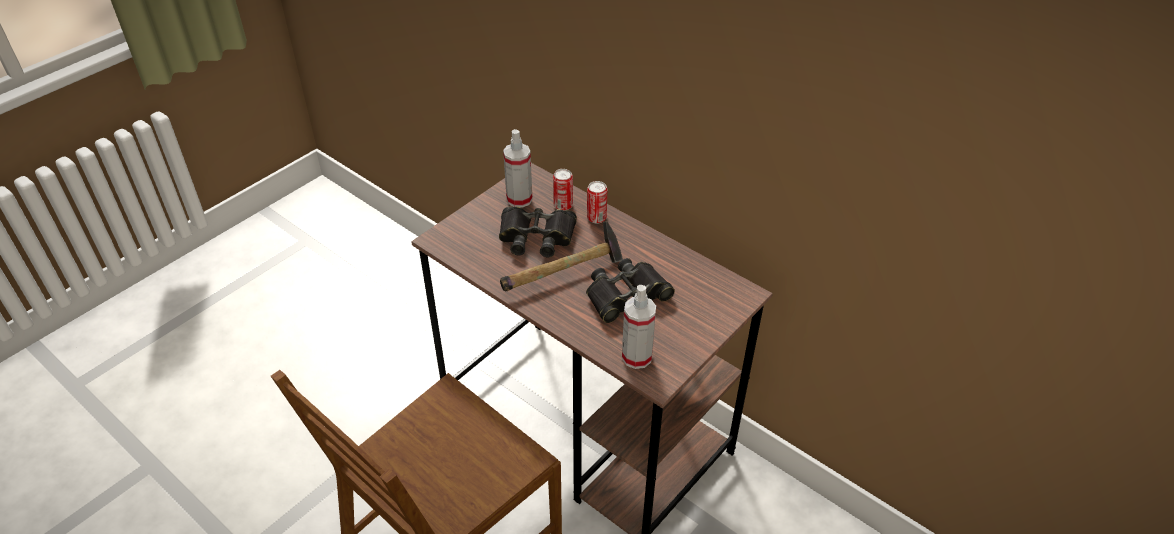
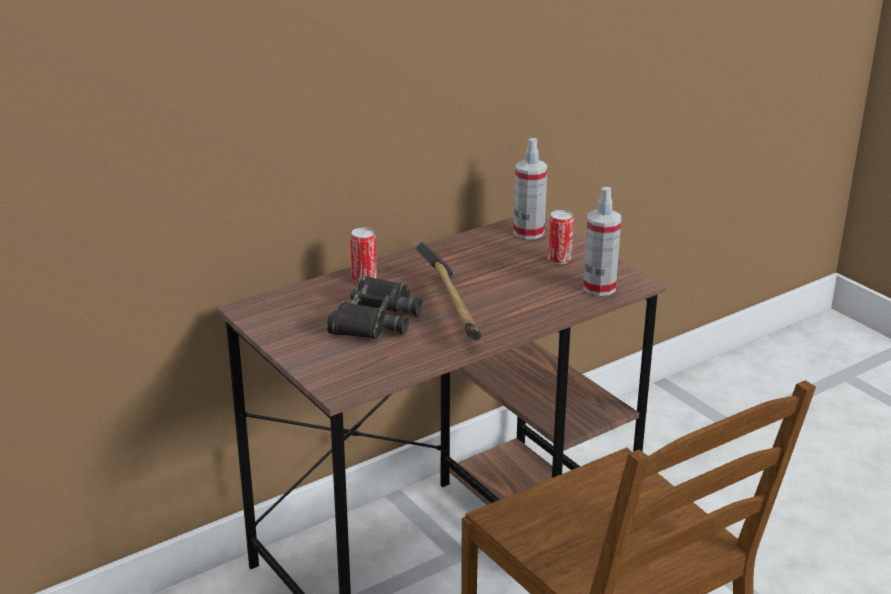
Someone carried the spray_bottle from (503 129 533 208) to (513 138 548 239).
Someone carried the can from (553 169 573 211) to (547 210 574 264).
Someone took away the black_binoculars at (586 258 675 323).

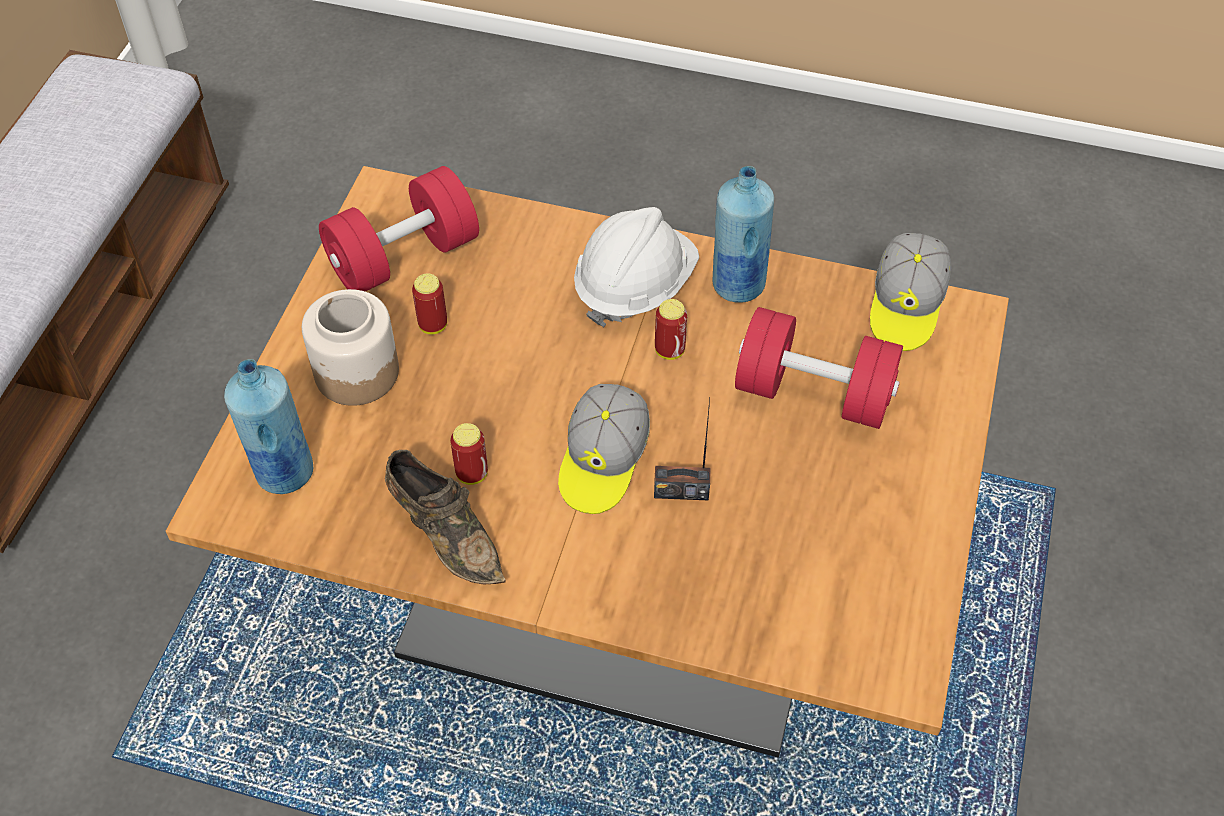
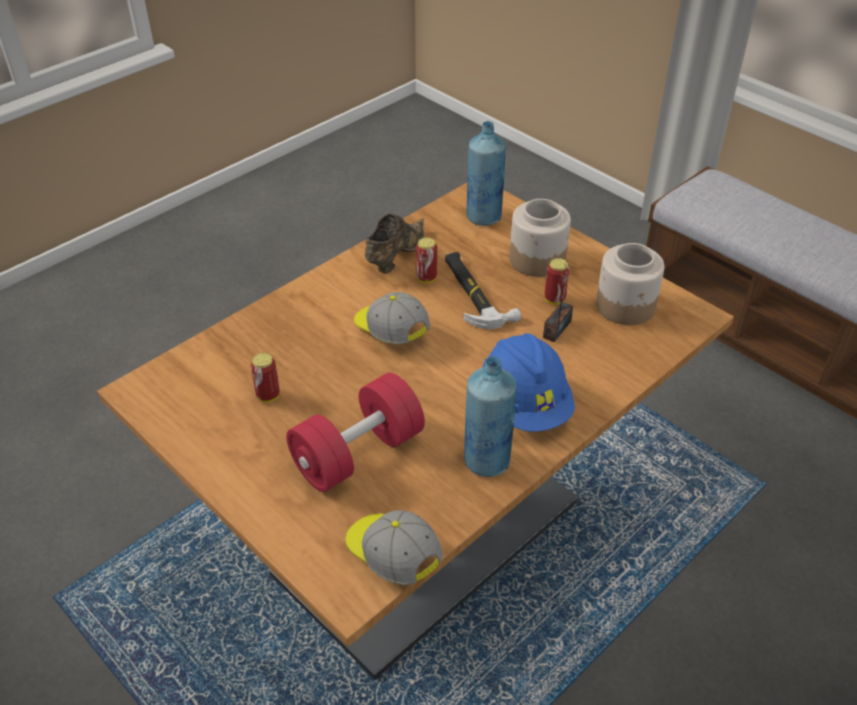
Someone swapped the red_dumbbell at (319 166 479 291) for the jar at (596 243 665 325).
Someone rotated the brown_shoe at (385 450 506 585) by 135 degrees clockwise.
Someone repainted the white_hard_hat at (574 207 699 327), which became the blue_hard_hat at (482 333 575 432).
Someone carried the radio from (654 399 710 501) to (543 266 573 342).
Someone carried the can from (655 299 687 360) to (251 353 280 403).
Someone put down the hammer at (445 252 521 329).

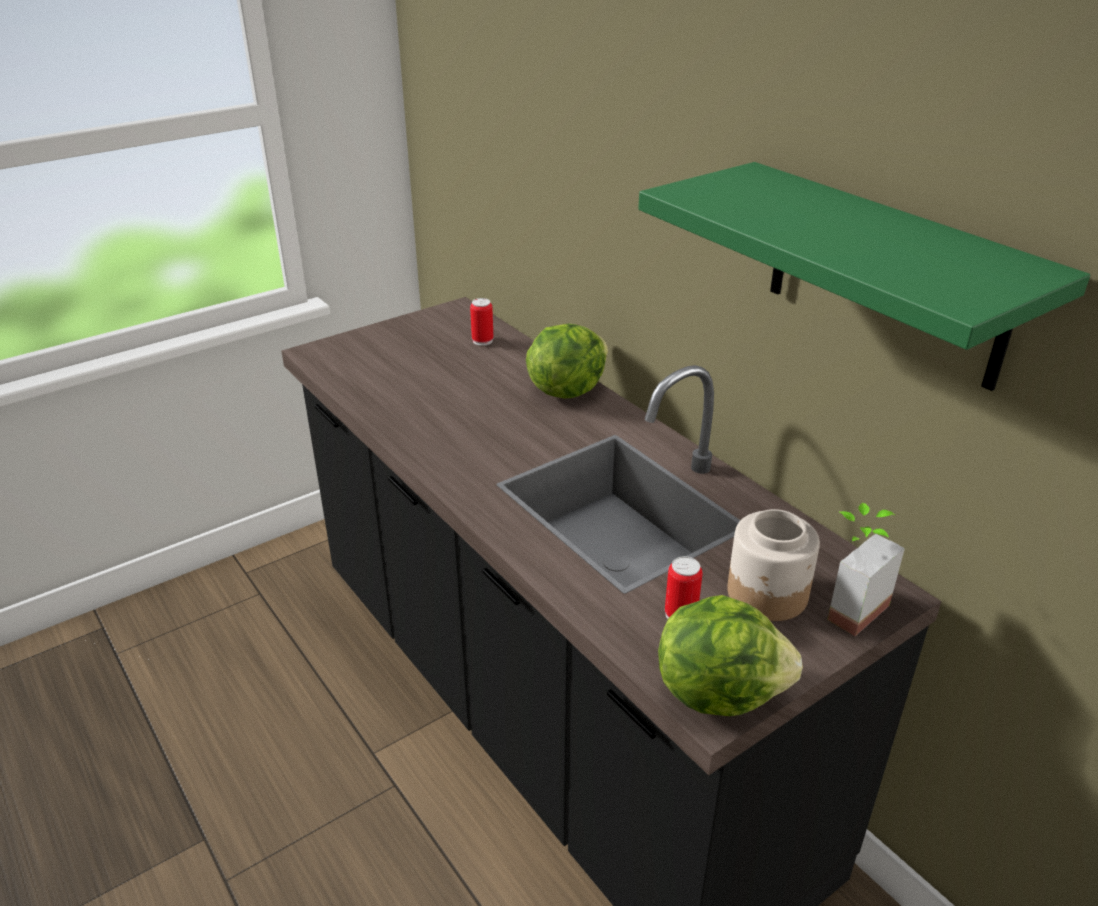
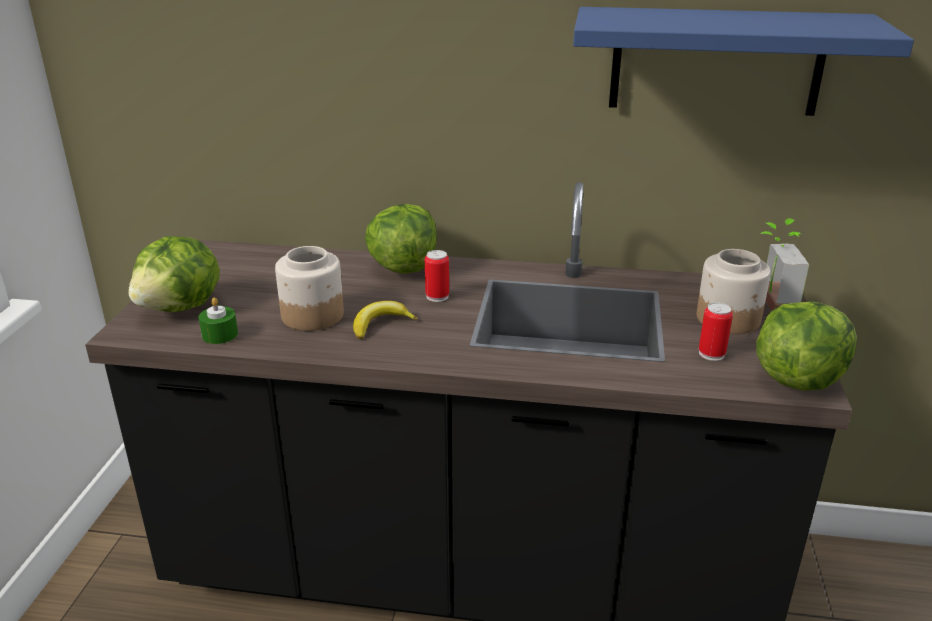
Someone carried the can from (470 298 493 346) to (425 250 449 302).
Someone repainted the green_shelf at (638 162 1091 391), which became the blue_shelf at (573 7 914 116).
Someone put down the lettuce at (129 236 220 312).
Someone put down the green_candle at (199 298 238 344).
Someone put down the jar at (275 246 344 331).
Someone put down the banana at (353 301 418 339).

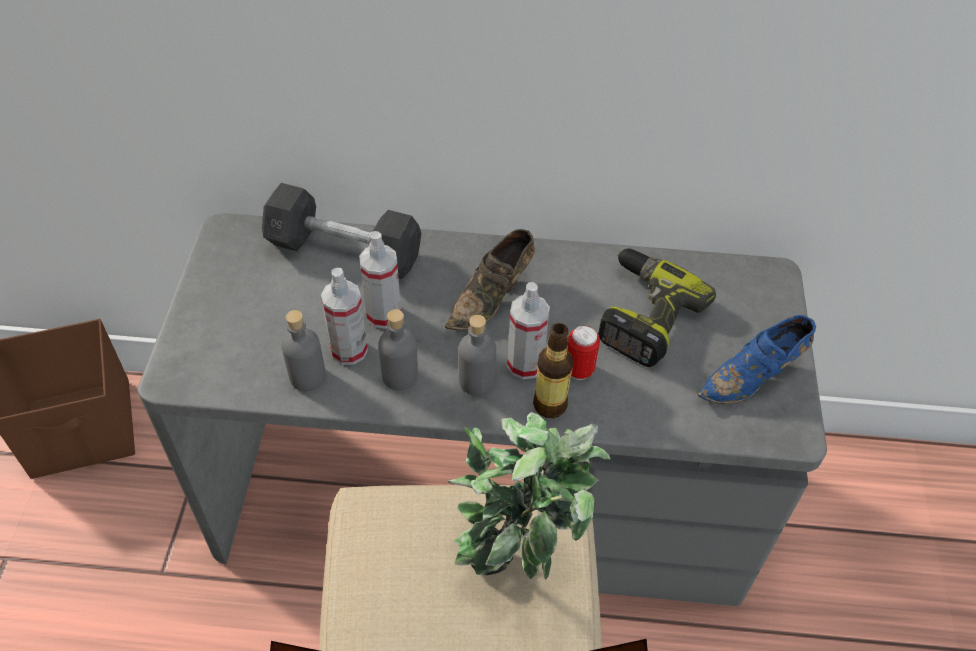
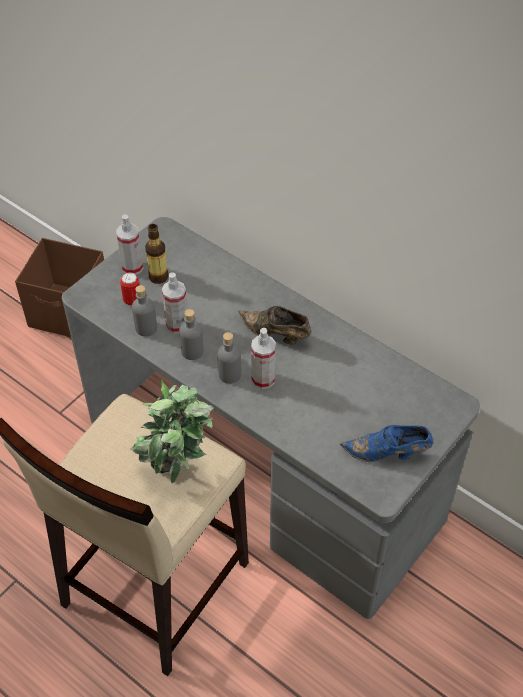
Someone took away the grey_dumbbell at (262 183 421 279).
Someone carried the spray_bottle from (359 231 401 329) to (116 214 143 275).
Someone rotated the brown_shoe at (445 229 535 330) by 45 degrees clockwise.
Someone carried the bottle from (533 323 573 418) to (145 224 169 284).
Someone carried the can from (567 325 600 380) to (120 272 140 307).
Someone took away the power_drill at (598 248 716 367).

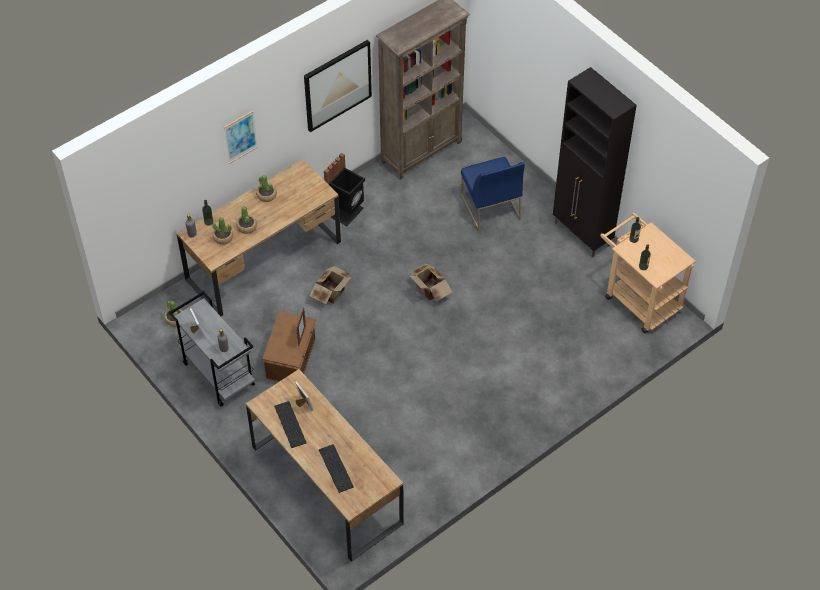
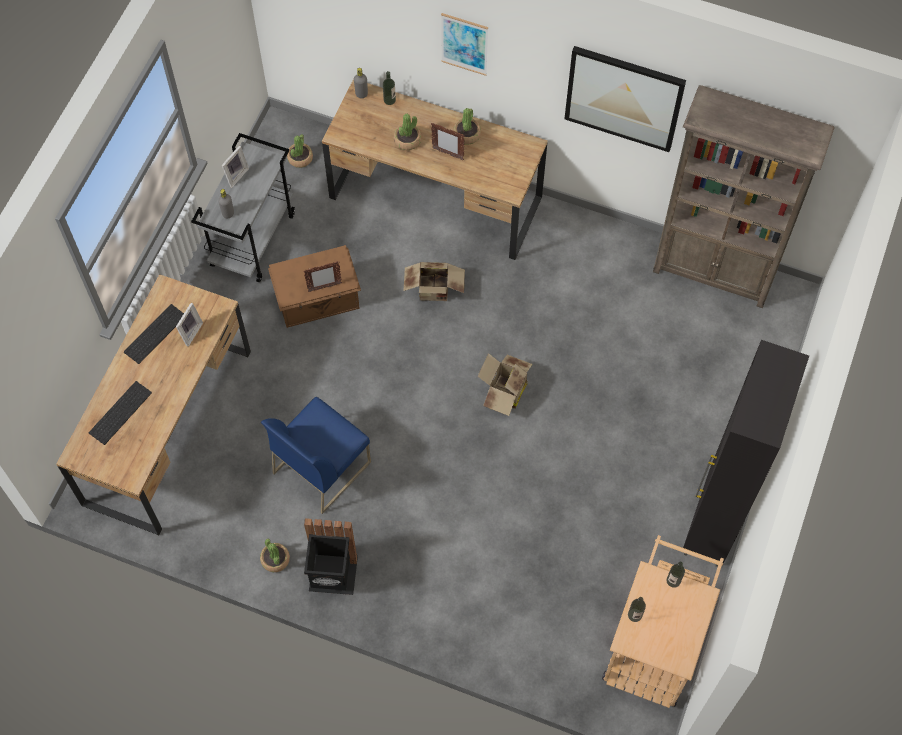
Someone carried the potted_plant from (212 217 233 245) to (260 539 290 572).
Someone carried the black_trash_can from (324 153 365 226) to (304 518 358 595).
Someone carried the blue_chair from (461 157 525 231) to (261 397 371 514).
Someone put down the picture_frame at (431 123 465 160).

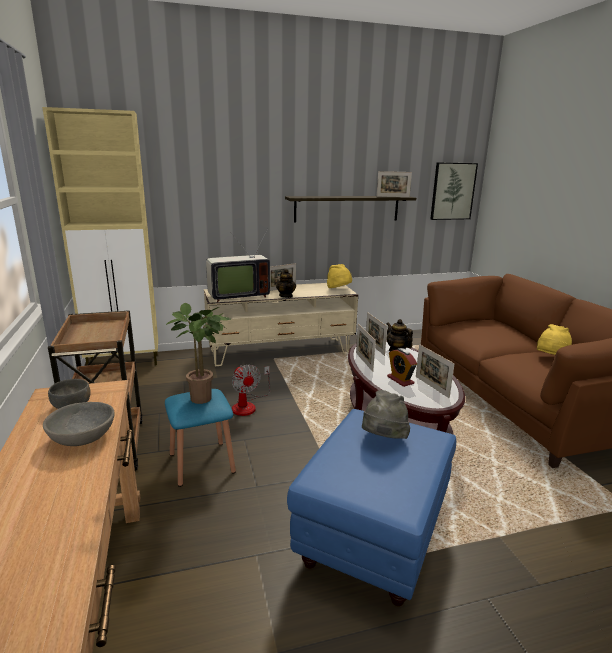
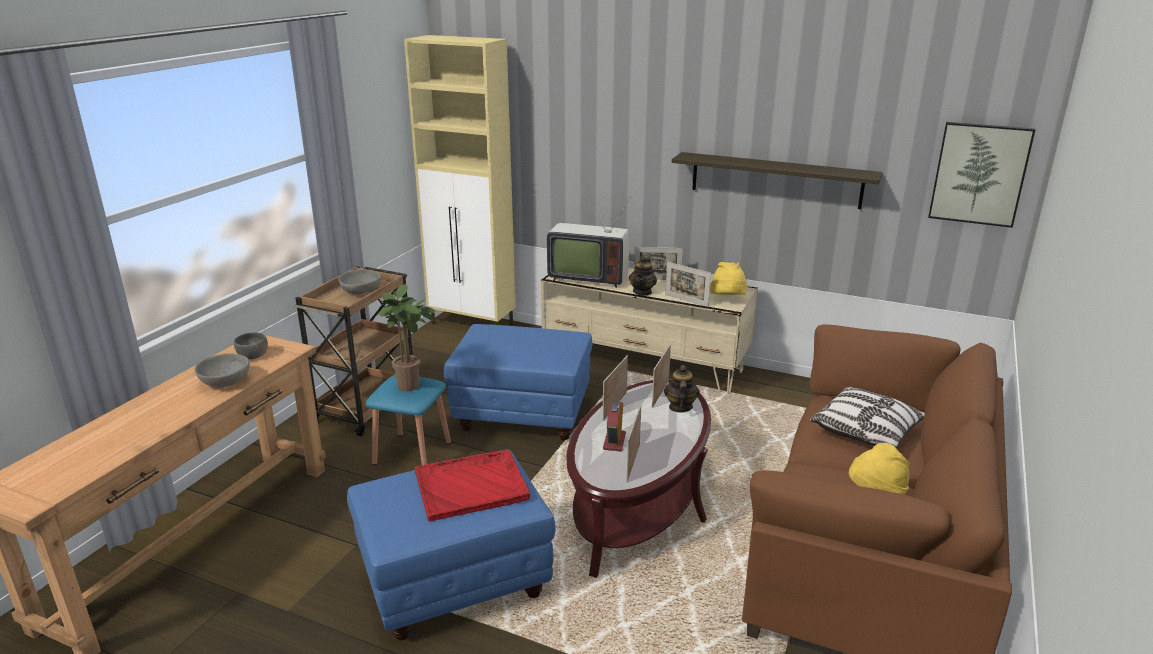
Someone swapped the fan at (232 365 270 416) for the blue_ottoman at (444 324 593 441).
Someone swapped the grey_hat at (362 390 410 439) for the red_tray at (415 449 530 521).
Someone carried the picture_frame from (376 171 412 197) to (665 262 711 307).
Someone put down the grey_bowl at (338 269 381 294).
Someone put down the pillow at (810 386 925 448).

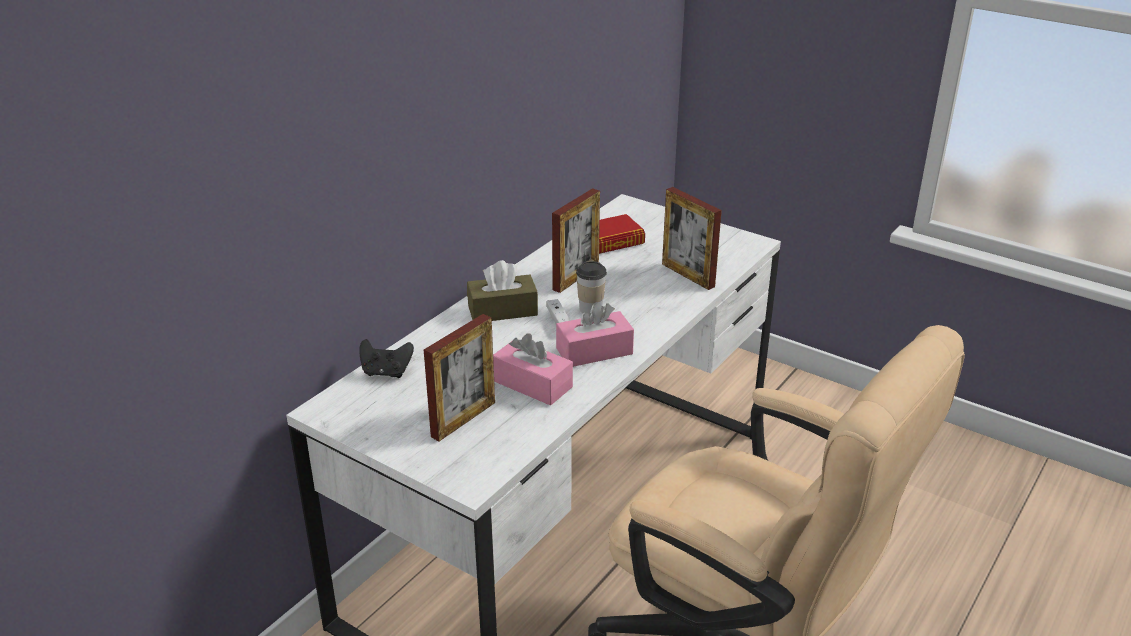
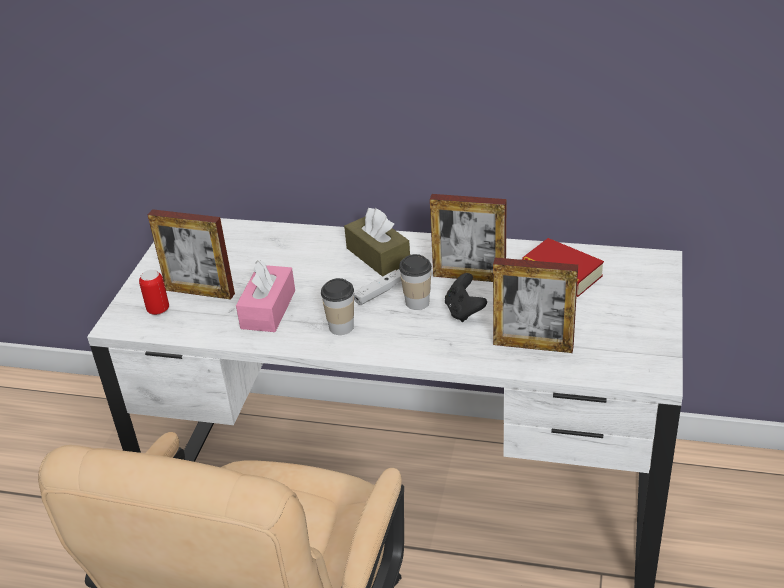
Someone carried the black_game_controller from (359 339 414 378) to (445 273 487 322).
Someone swapped the pink_tissue_box at (556 302 634 367) for the cup at (321 278 354 335).
Someone rotated the picture_frame at (662 187 722 290) by 105 degrees counterclockwise.
Someone put down the can at (139 270 169 315).

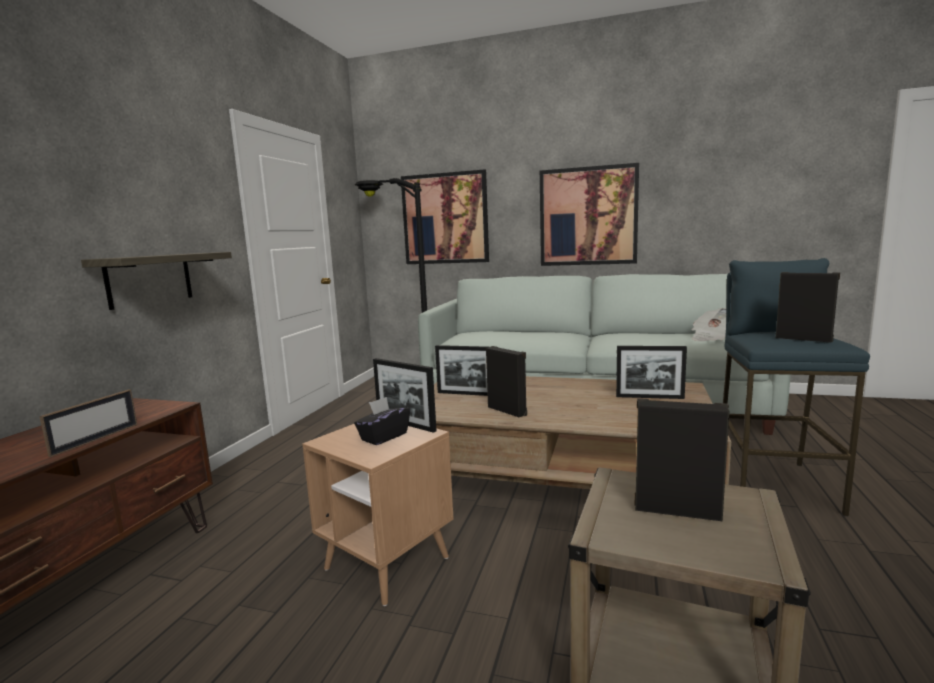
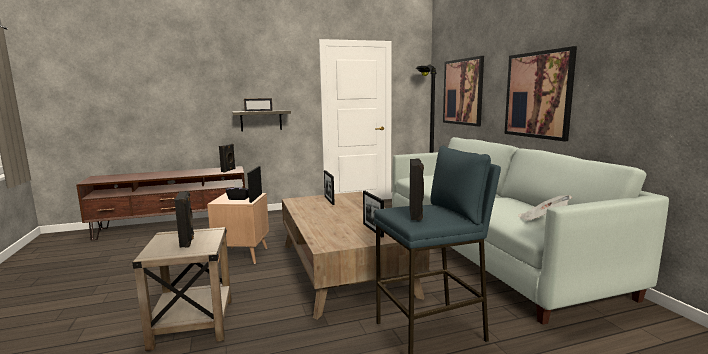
Someone carried the picture_frame from (39 389 137 457) to (244 98 273 112).
Someone carried the black_speaker from (486 346 527 417) to (219 144 235 172).

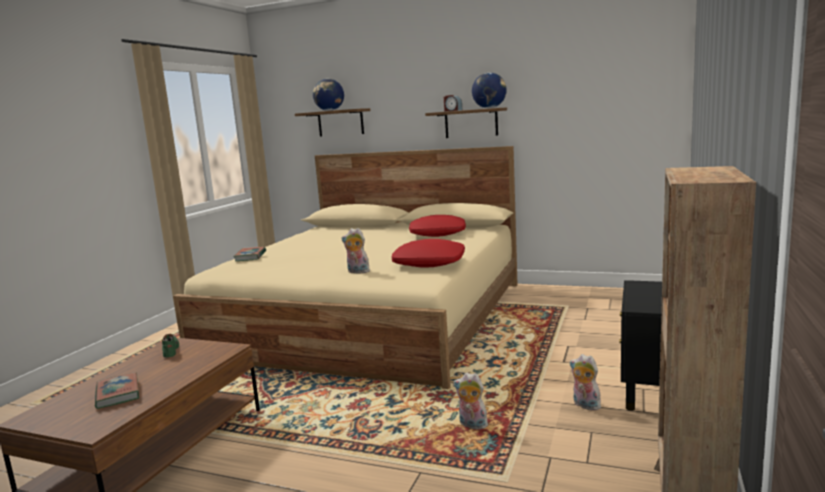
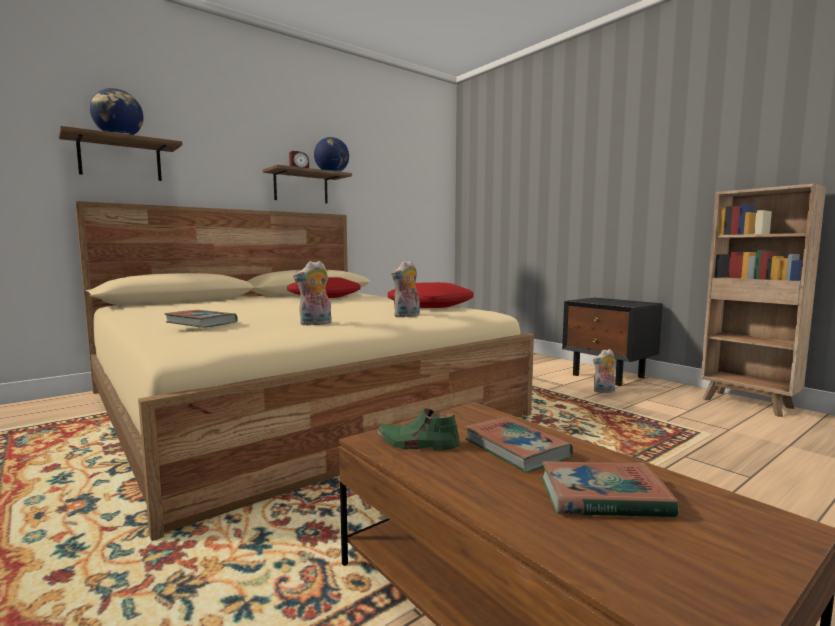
Someone carried the plush_toy from (453 372 488 429) to (293 261 331 326).
Someone put down the book at (464 417 573 473).

